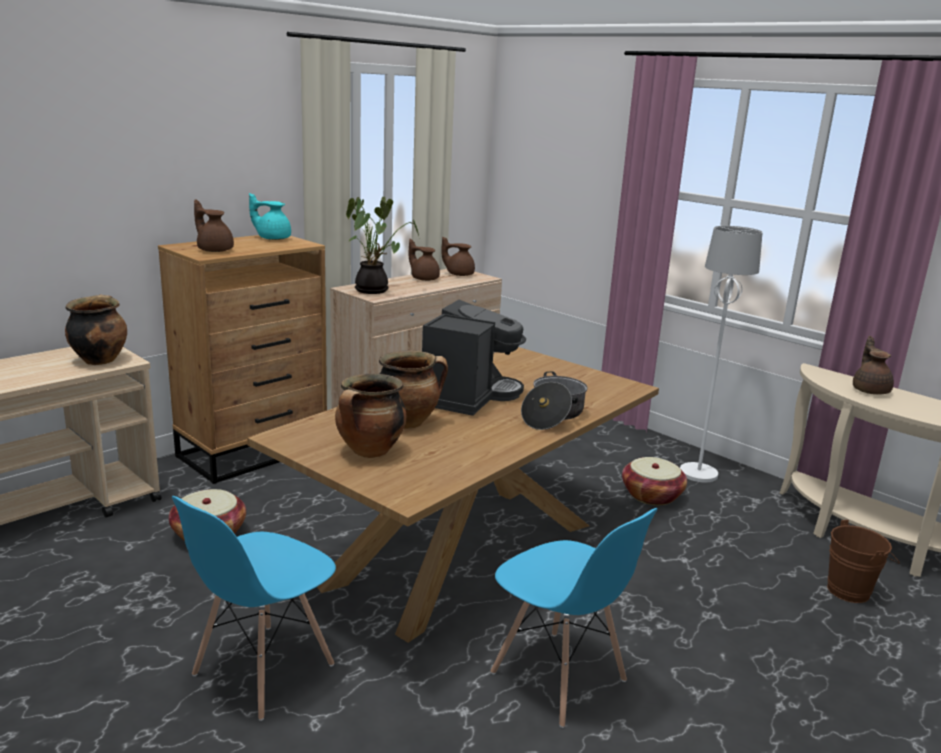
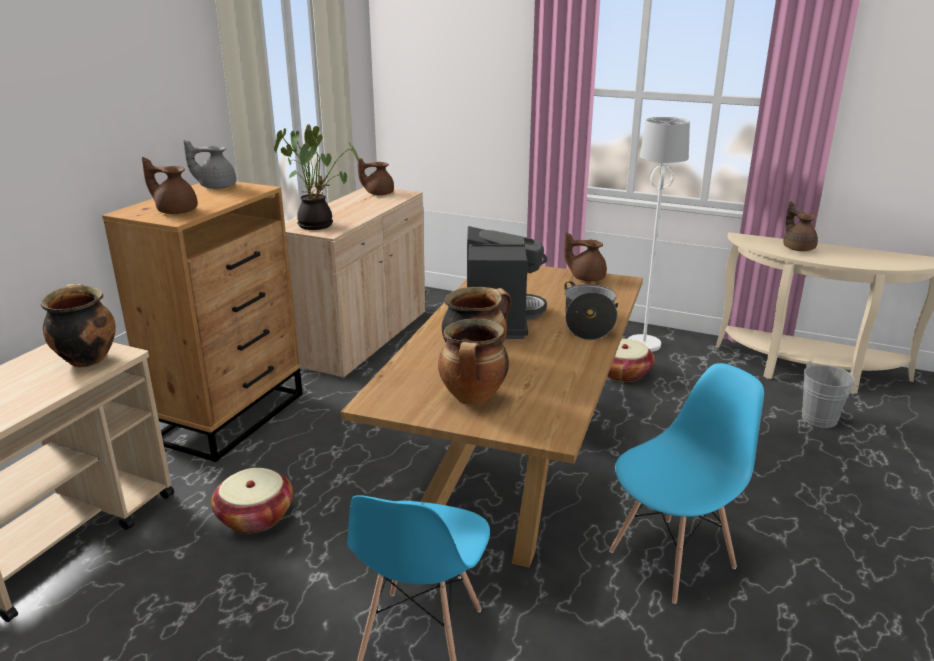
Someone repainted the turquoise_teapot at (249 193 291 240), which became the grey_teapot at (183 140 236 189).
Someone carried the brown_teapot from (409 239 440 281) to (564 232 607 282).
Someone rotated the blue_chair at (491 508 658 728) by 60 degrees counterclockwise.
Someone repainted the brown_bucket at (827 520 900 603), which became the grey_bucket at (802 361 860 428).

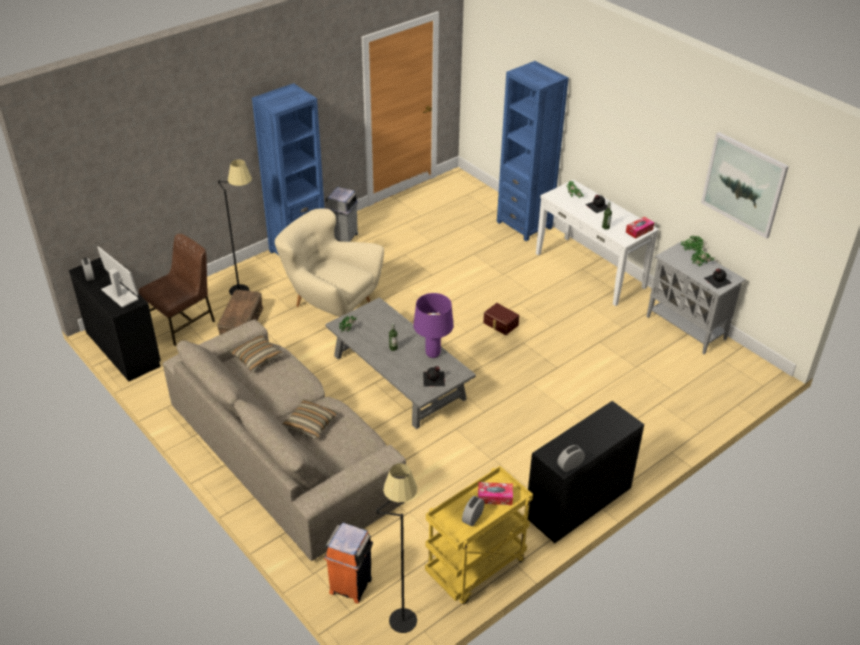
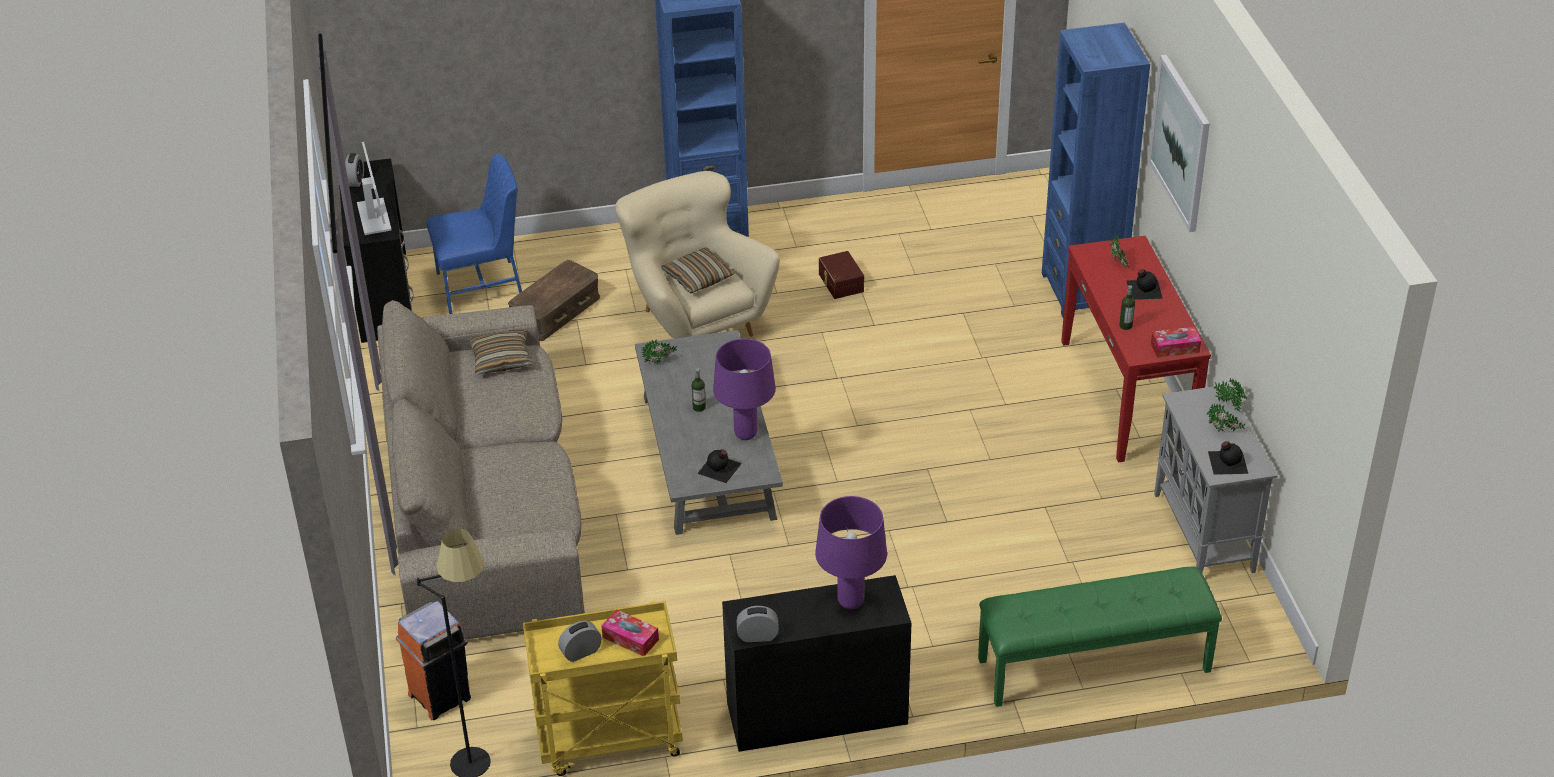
Someone repainted the brown_chair at (139 234 215 346), which became the blue_chair at (426 154 522 314).
Someone took away the black_floor_lamp at (218 159 252 296).
Someone carried the pillow from (282 399 337 439) to (661 248 735 293).
Someone took away the grey_trash_can at (325 187 358 242).
Someone carried the brown_storage_box from (483 303 519 335) to (819 251 864 299).
Someone repainted the white_console_table at (536 180 659 306), which became the red_console_table at (1061 236 1211 463).
Someone carried the picture from (701 132 789 239) to (1149 55 1210 232).
Someone put down the purple_table_lamp at (815 496 887 609).
Someone put down the green_bench at (978 566 1222 707).

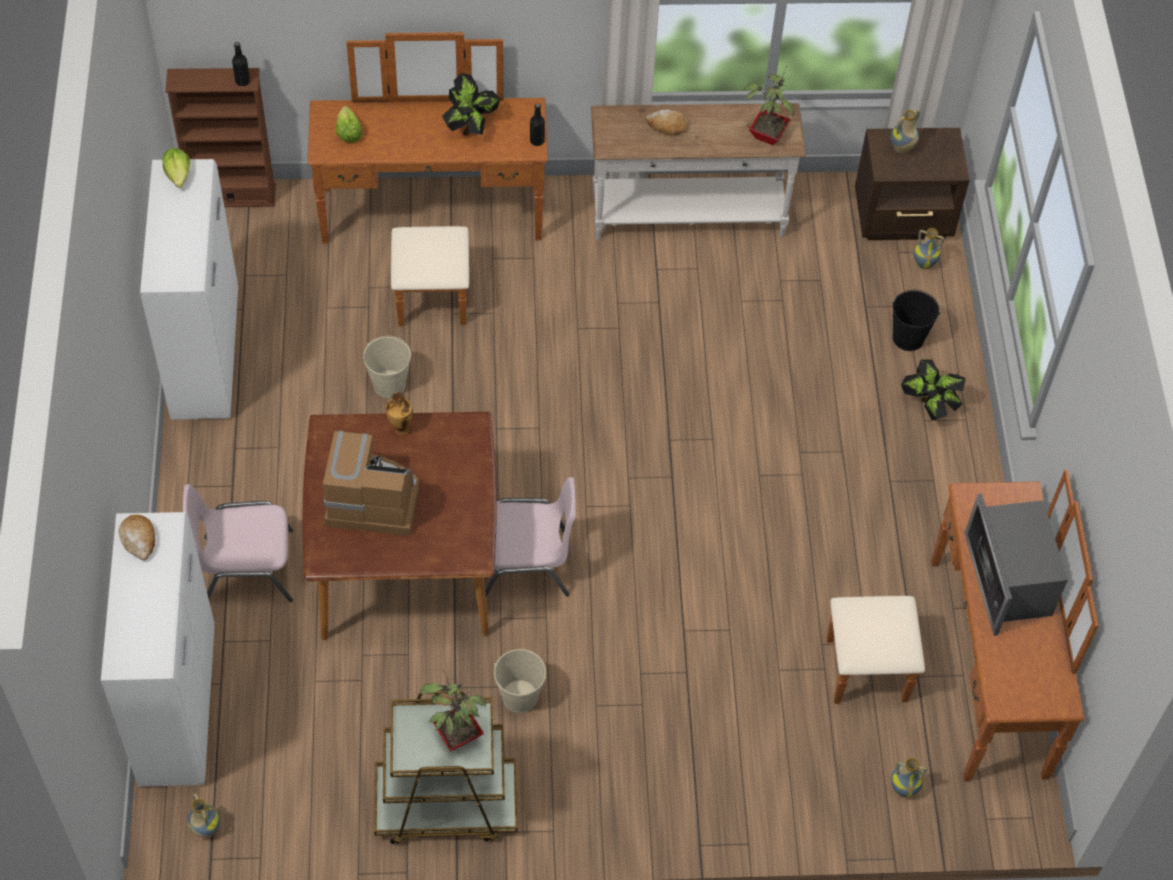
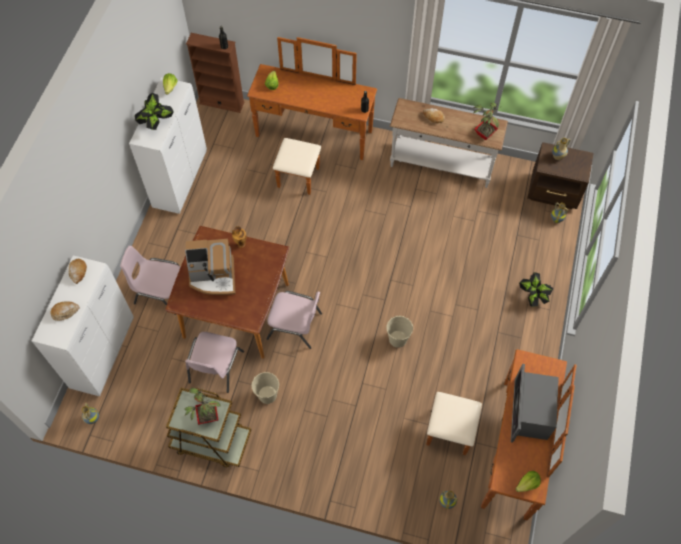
Someone rotated the coffee_machine at (323 431 419 536) by 150 degrees clockwise.
Someone carried the beige_bucket from (363 336 411 398) to (386 316 413 348).
Someone carried the potted_plant from (442 73 501 136) to (135 93 174 130).
Someone took away the black_bucket at (893 290 940 351).
Someone put down the bread at (51 301 79 321).
Someone put down the pink_chair at (185 332 244 393).
Someone put down the lettuce at (515 471 541 492).

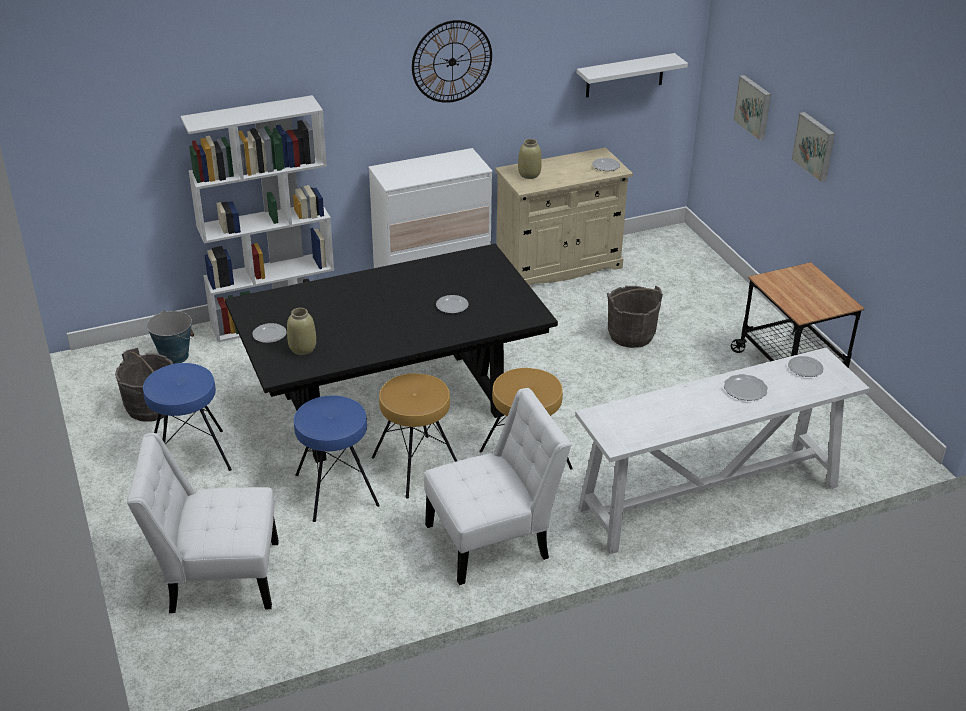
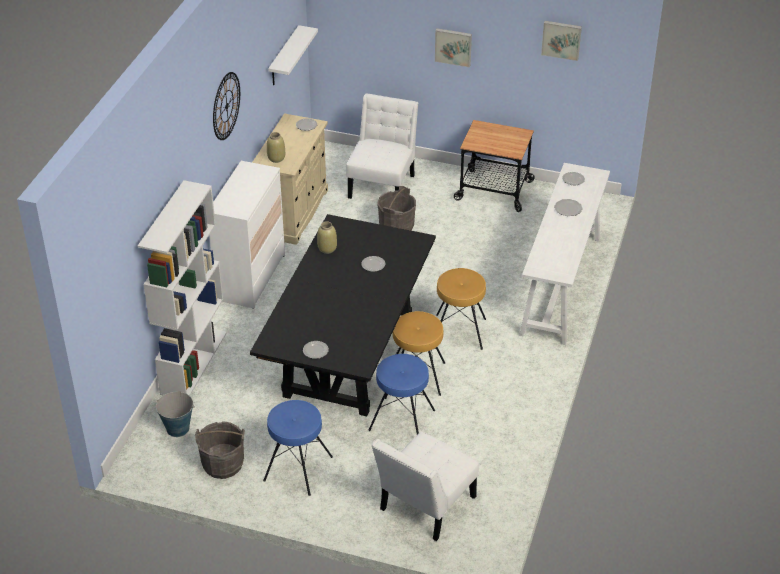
Someone carried the beige_vase from (287 308 316 355) to (317 221 337 254).
Someone carried the white_chair from (424 388 572 585) to (346 93 418 199).
Someone carried the picture from (733 75 771 140) to (541 21 582 61).

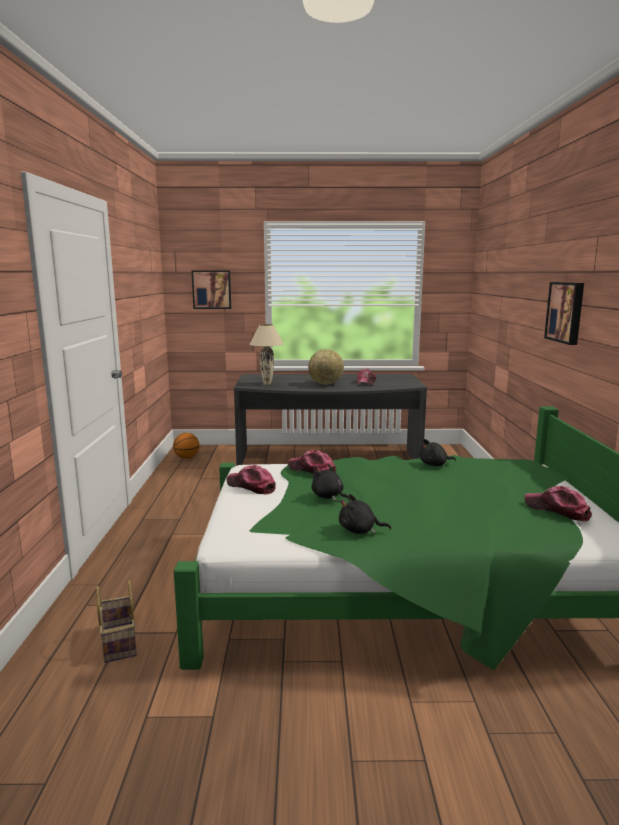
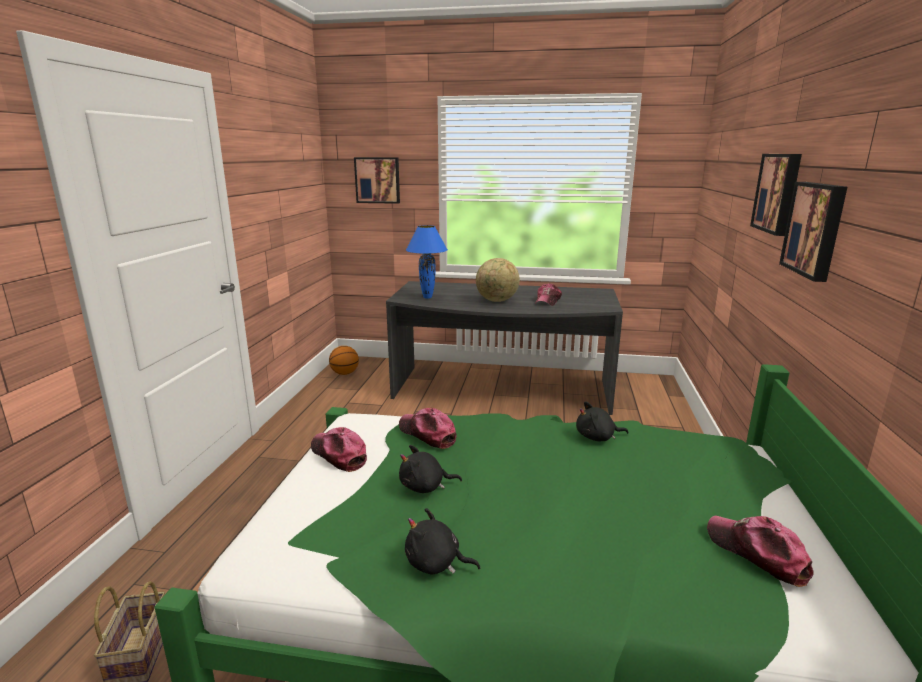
Someone repainted the beige_table_lamp at (249 324 284 385), which became the blue_table_lamp at (406 225 448 299).
Someone rotated the black_plush_toy at (312 464 350 501) by 60 degrees counterclockwise.
Someone put up the picture at (750 154 802 236).

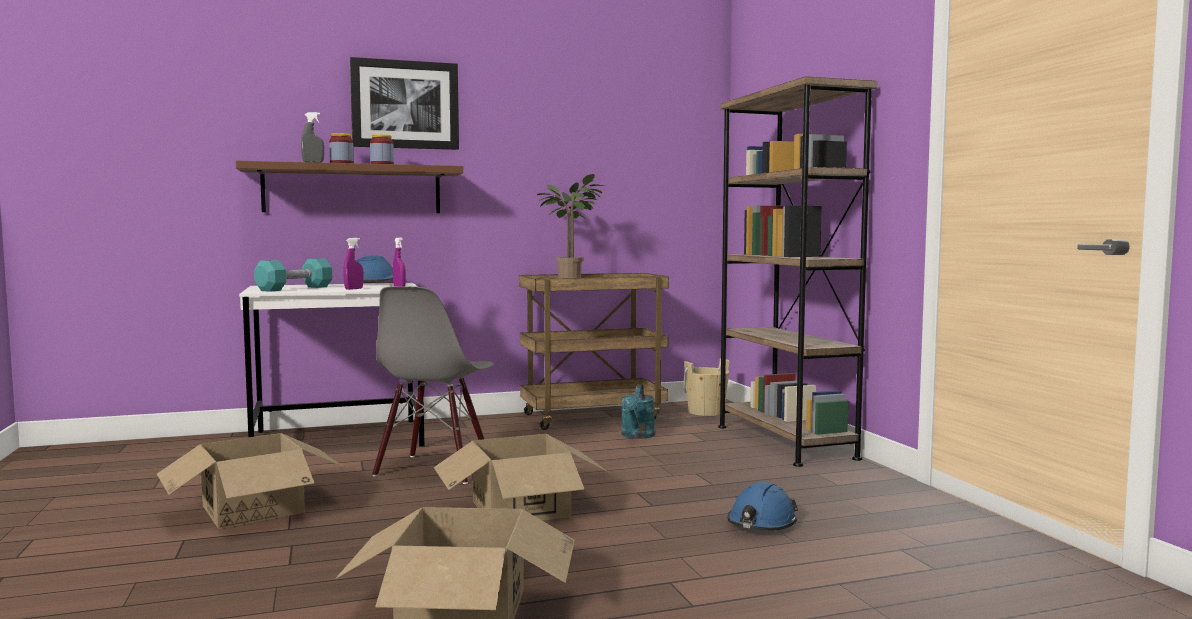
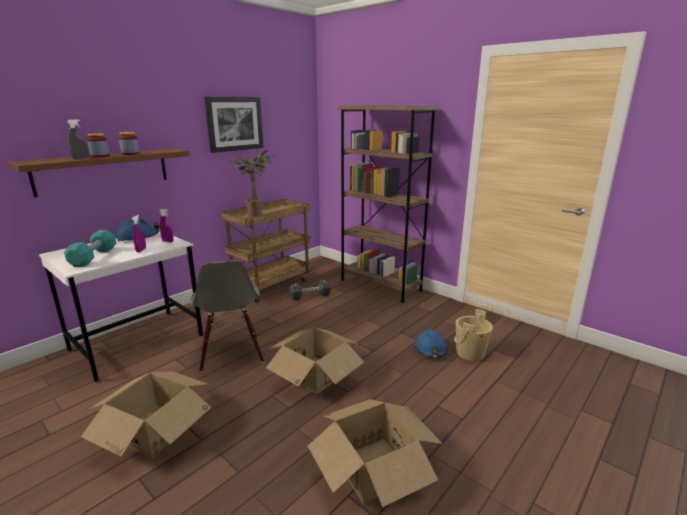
Someone carried the picture from (350 57 459 150) to (204 97 264 153).
Someone swapped the turquoise_watering_can at (621 385 655 439) for the black_dumbbell at (289 280 331 300).
Someone carried the beige_bucket from (683 359 730 416) to (454 309 493 361).

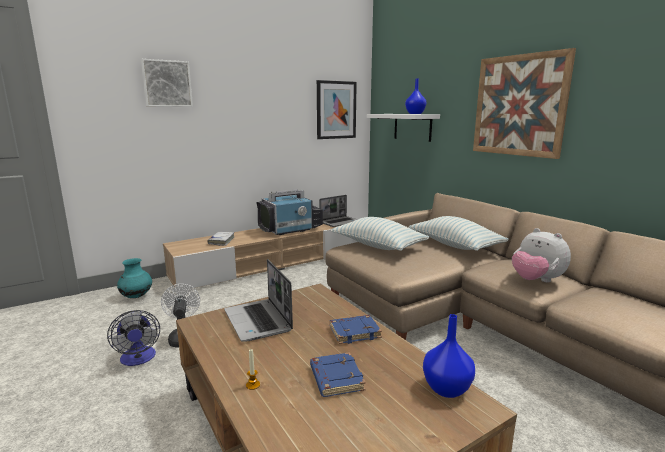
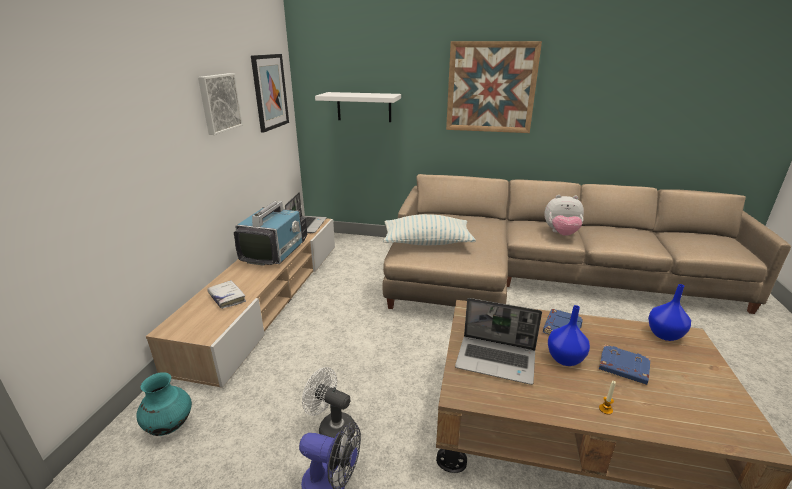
Someone carried the picture from (141 59 193 107) to (198 73 243 135).
Someone carried the blue_vase from (405 78 426 114) to (548 305 590 366).
Someone took away the pillow at (408 216 509 251).

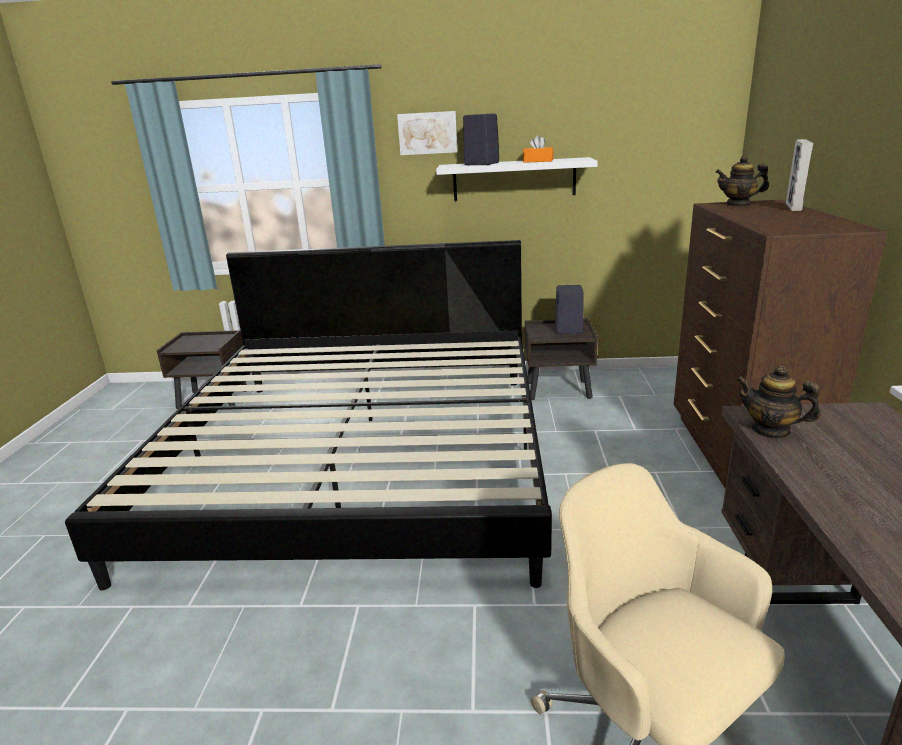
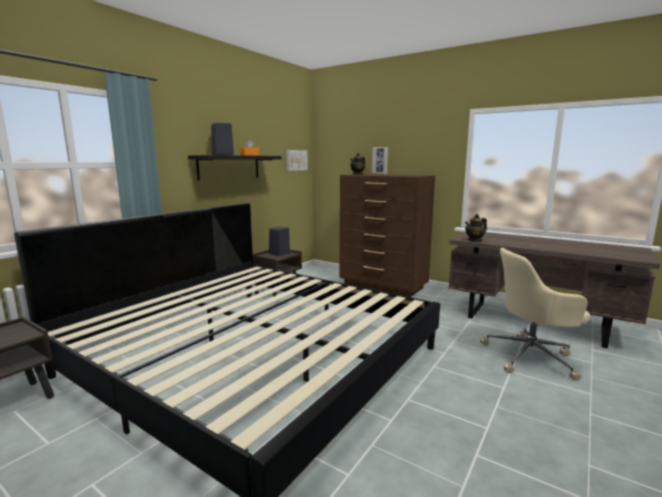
Someone carried the picture from (397 111 458 155) to (286 150 308 171).
Someone repainted the white_shelf at (436 157 598 201), which became the black_shelf at (188 155 282 181).

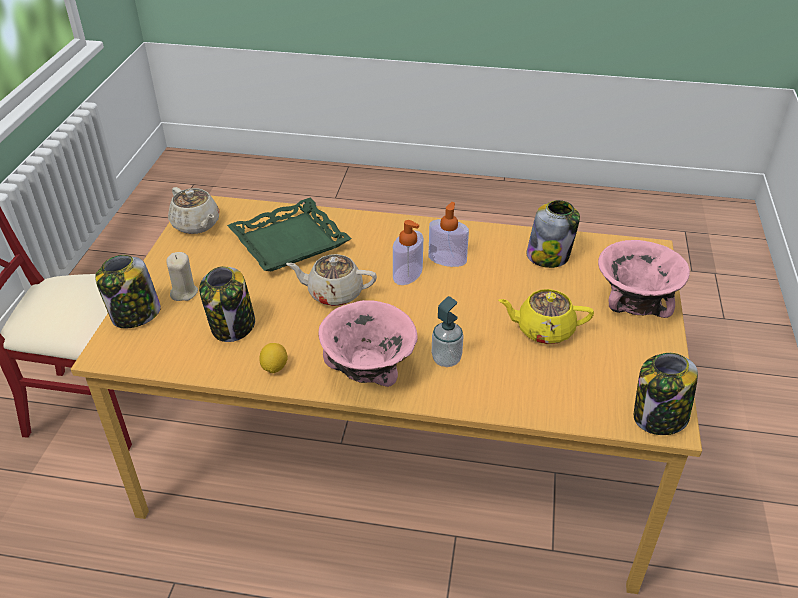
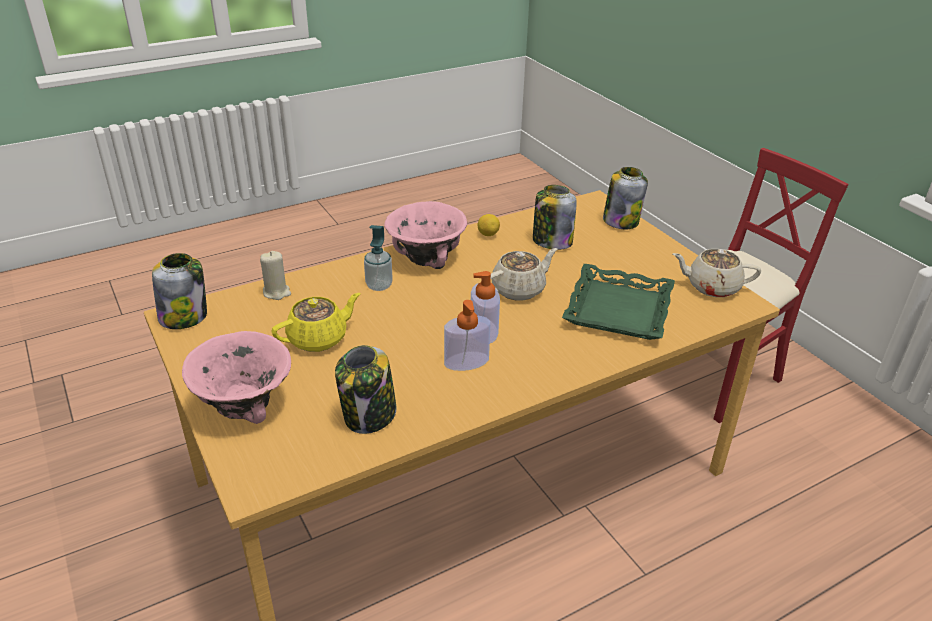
Someone carried the beige_candle from (166 252 198 301) to (260 251 291 300).

